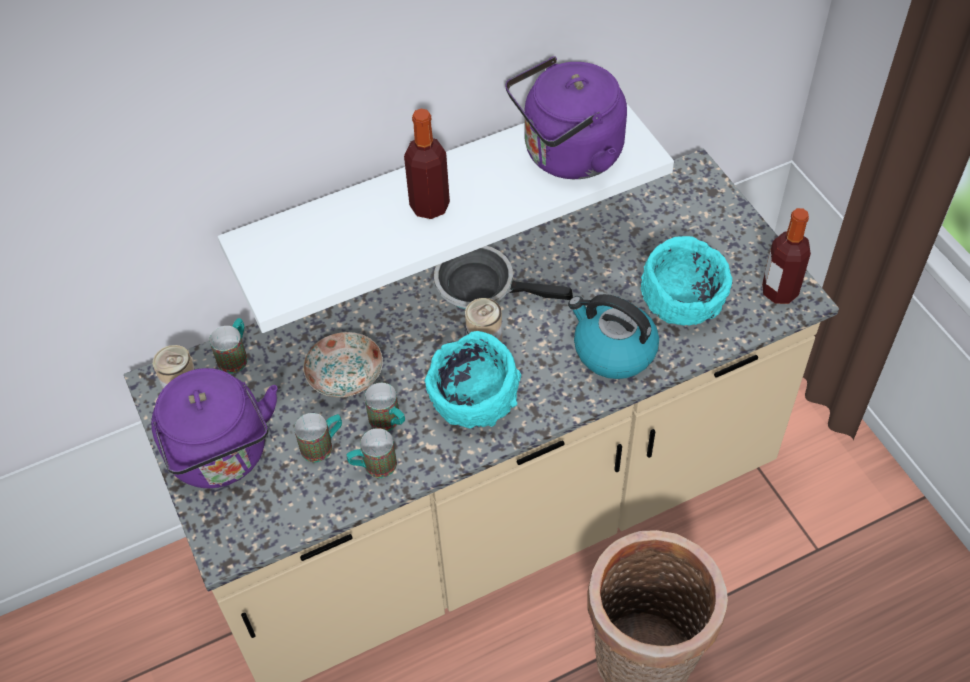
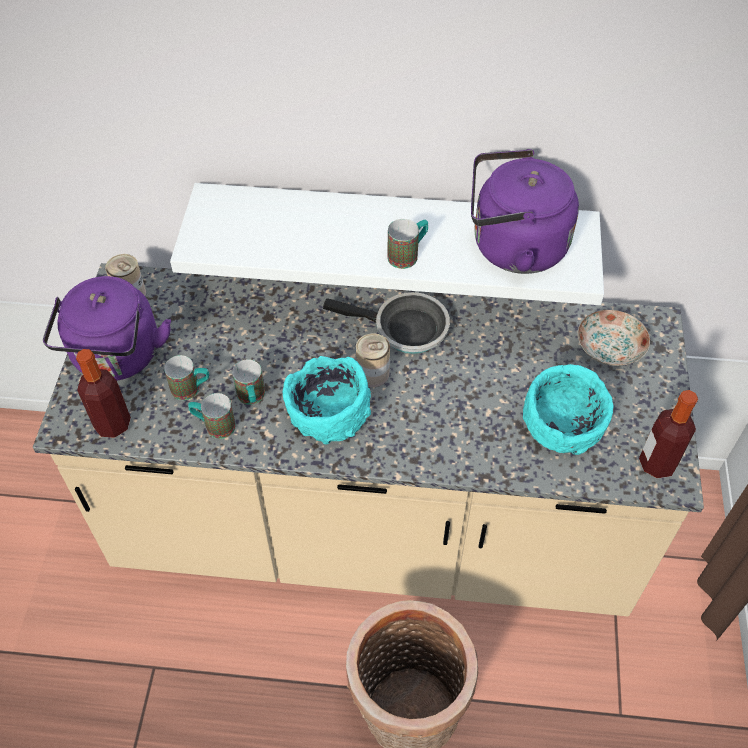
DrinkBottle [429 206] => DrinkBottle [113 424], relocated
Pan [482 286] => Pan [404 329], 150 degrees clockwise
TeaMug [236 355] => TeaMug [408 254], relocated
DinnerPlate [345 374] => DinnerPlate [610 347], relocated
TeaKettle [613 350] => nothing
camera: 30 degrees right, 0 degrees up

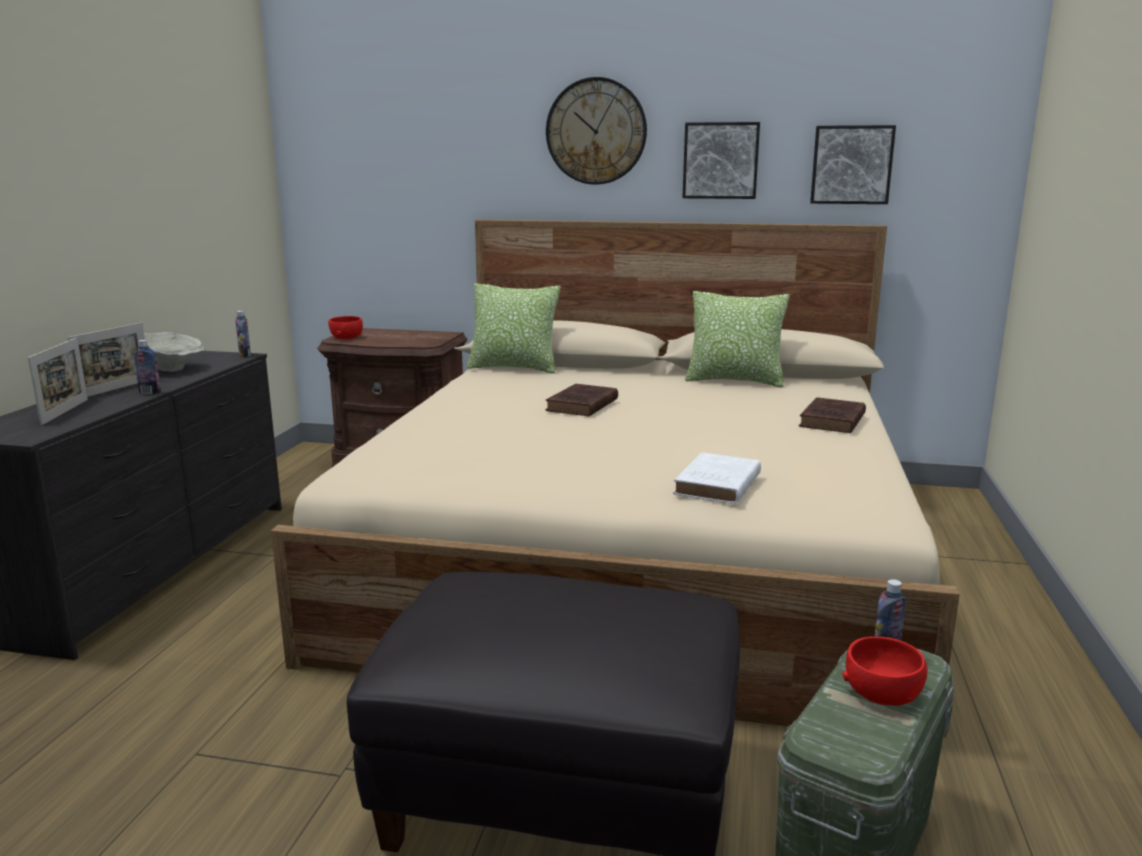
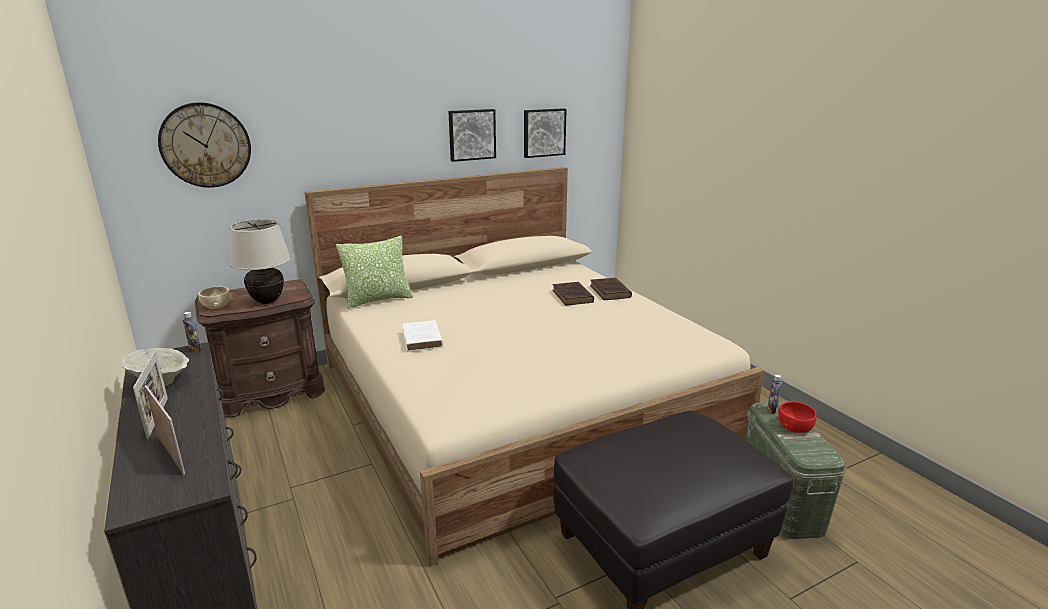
ClockOnTheWall [596 131] => ClockOnTheWall [205 145], relocated
ReddishServingBowl [346 337] => SandColouredServingBowl [216 306]
nothing => SandColouredTabletopLamp [267 301]
WhitishBook [717 485] => WhitishBook [422 339], relocated
BrownBook [581 405] => BrownBook [573 297], relocated
DrinkBottle [150 392] => nothing
Pillow [734 381] => nothing
camera: 40 degrees left, 5 degrees up

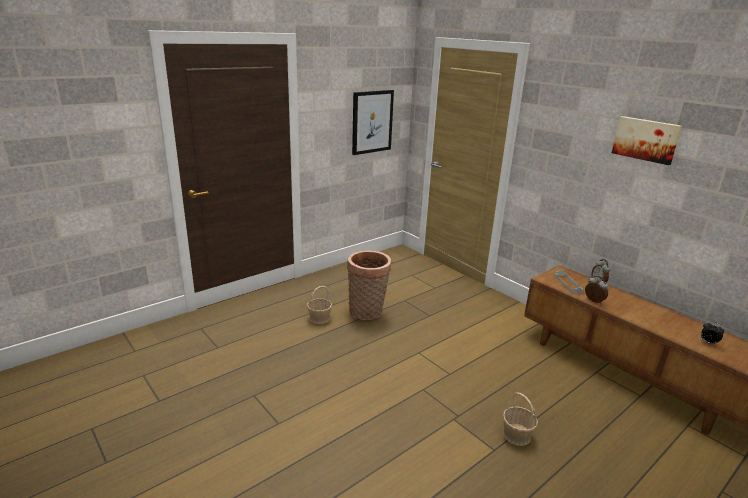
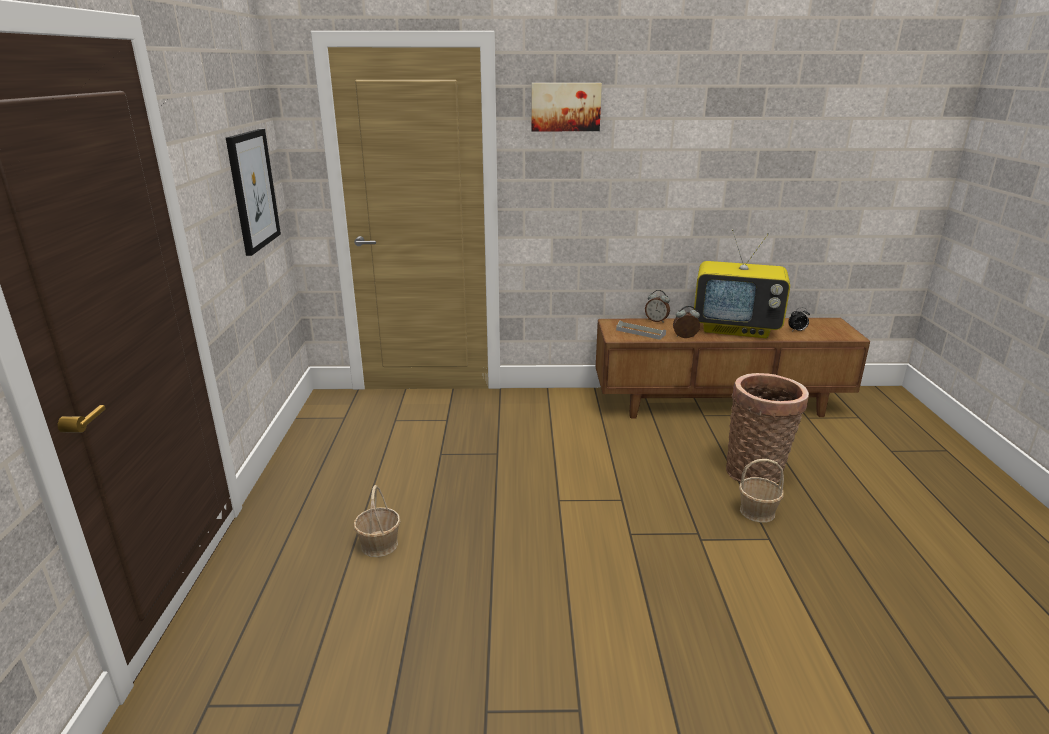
Picture [646 139] => Picture [565 107], relocated
nothing => Tv [736 328]
StorageBasket [367 312] => StorageBasket [756 471], relocated
camera: 50 degrees left, 0 degrees up

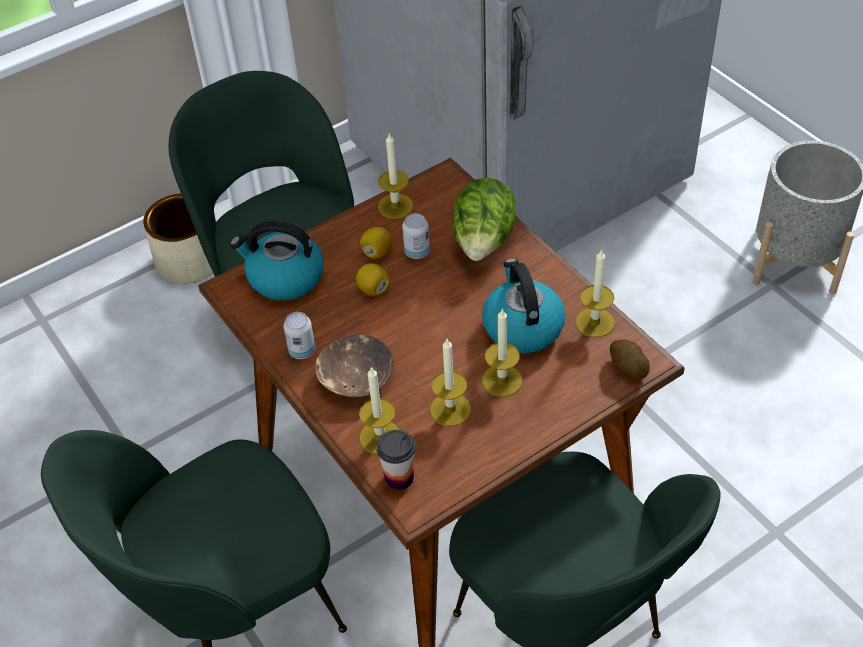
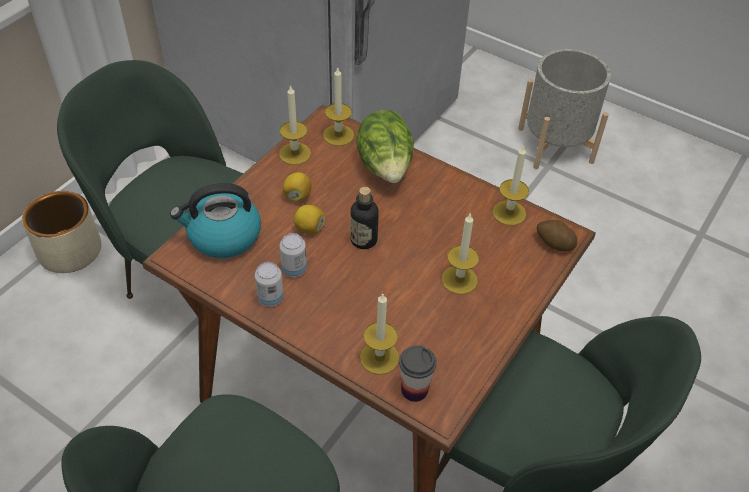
SealedCan [417 252] => SealedCan [294 269], relocated
WaxCandle [450 409] => WaxCandle [338 135], relocated
nothing => DrinkBottle [363 240]
BrownServingBowl [355 376] => nothing
TeaKettle [522 326] => nothing
camera: 25 degrees left, 0 degrees up

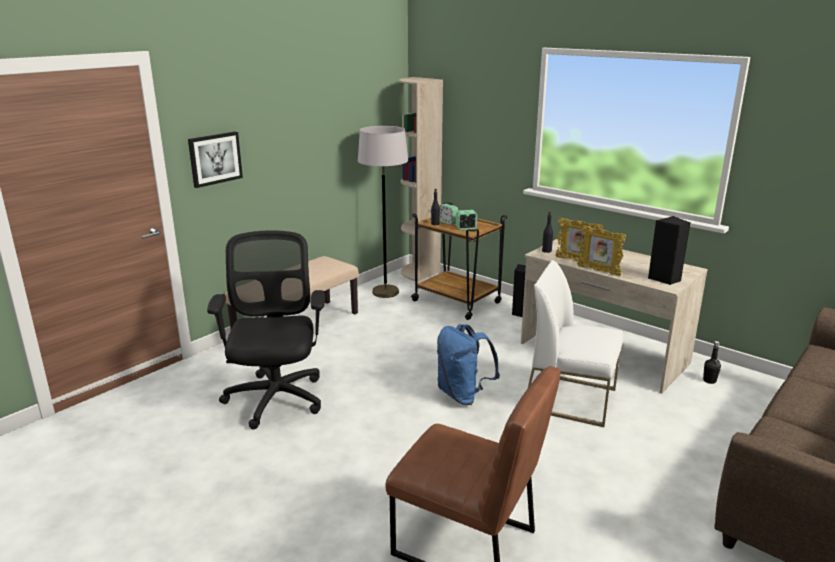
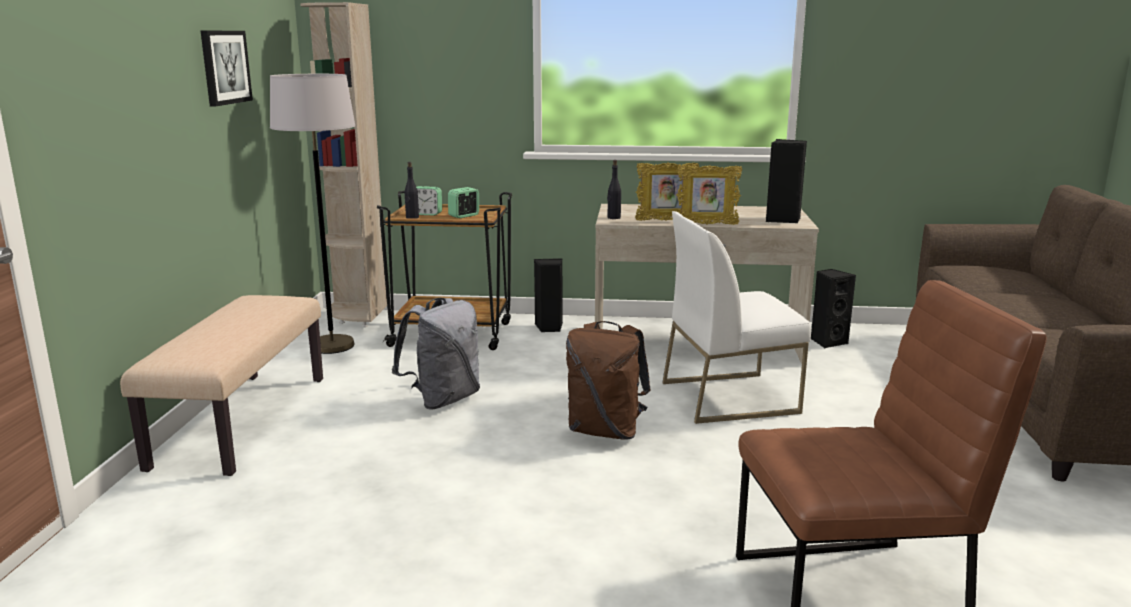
Picture [215 158] => Picture [224 67], relocated
nothing => GreyishRucksack [443 399]
BluishRucksack [463 395] => BrownRucksack [606 431]
BlackDrinkBottle [709 381] => BlackLoudspeaker [827 342]
BlackDeskChair [277 402] => nothing
camera: 35 degrees left, 5 degrees down

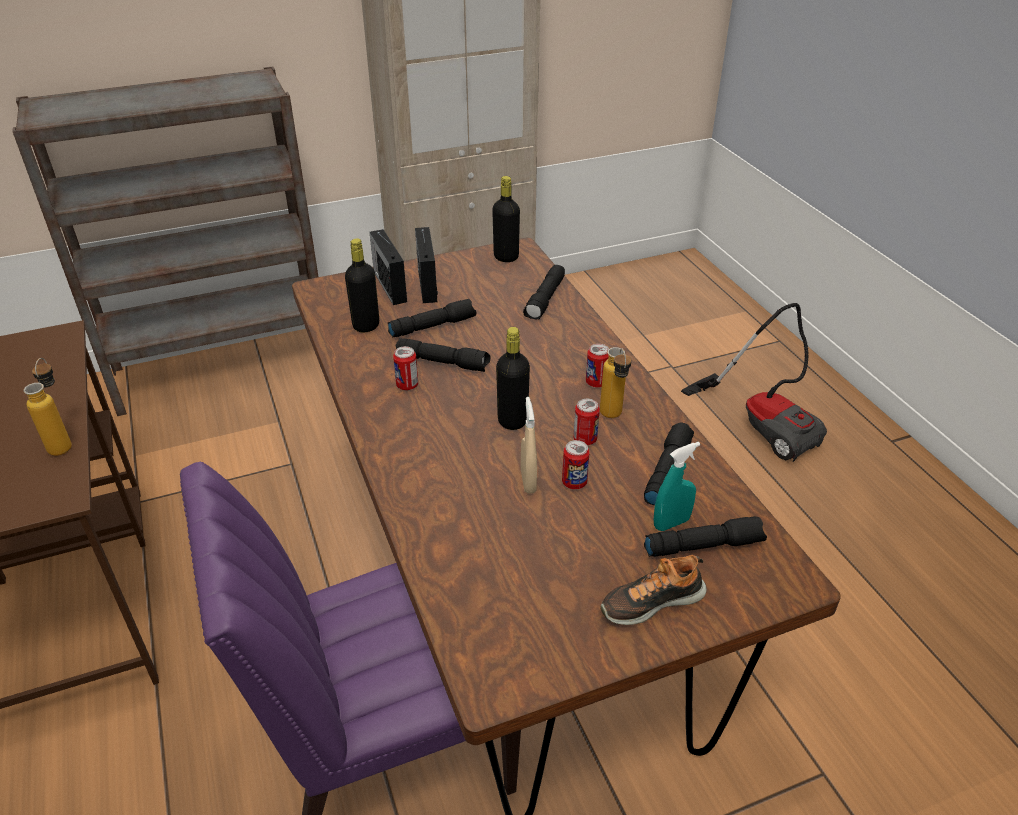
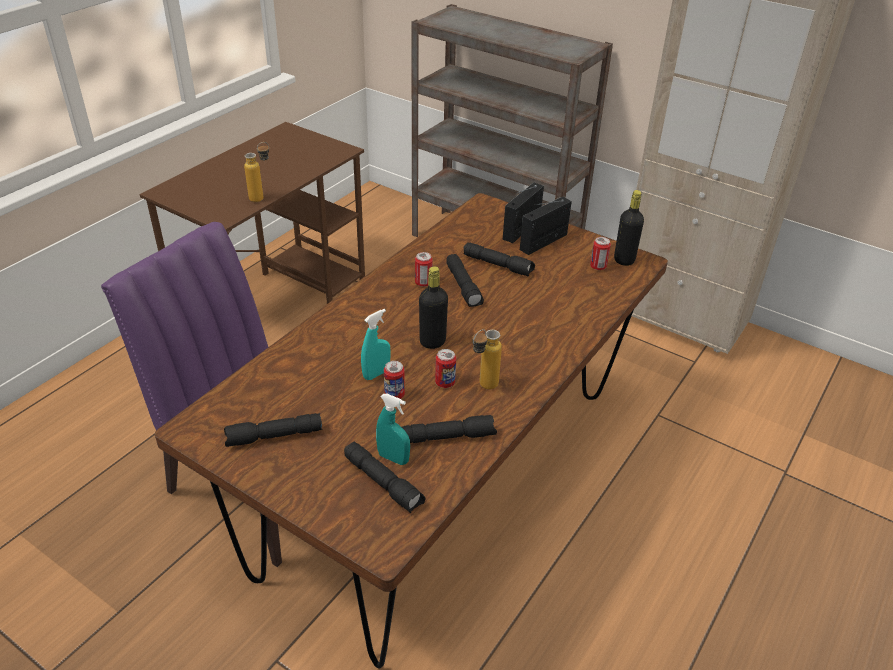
BlackHandTorch [546 300] => BlackHandTorch [273 437], relocated
SandColouredHandSprayer [528 482] => TurquoiseColouredHandSprayer [376 373]
SealedCan [596 382] => SealedCan [598 267], relocated
BlackDrinkBottle [366 325] => nothing
Shoe [651 601] => nothing
VacuumCleaner [764 423] => nothing
camera: 55 degrees right, 0 degrees up

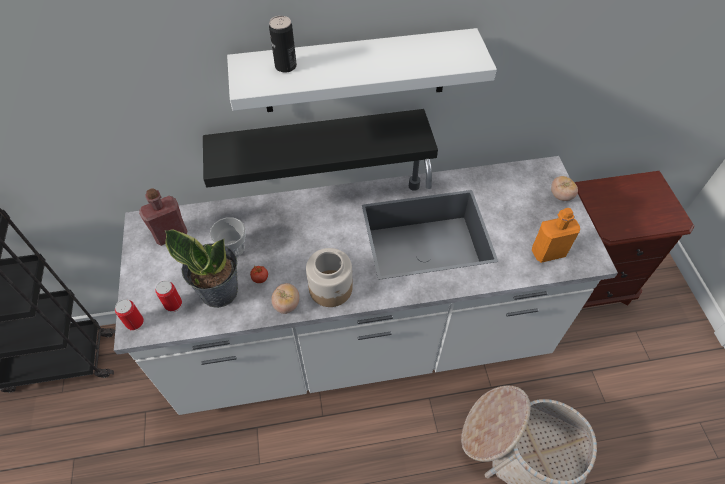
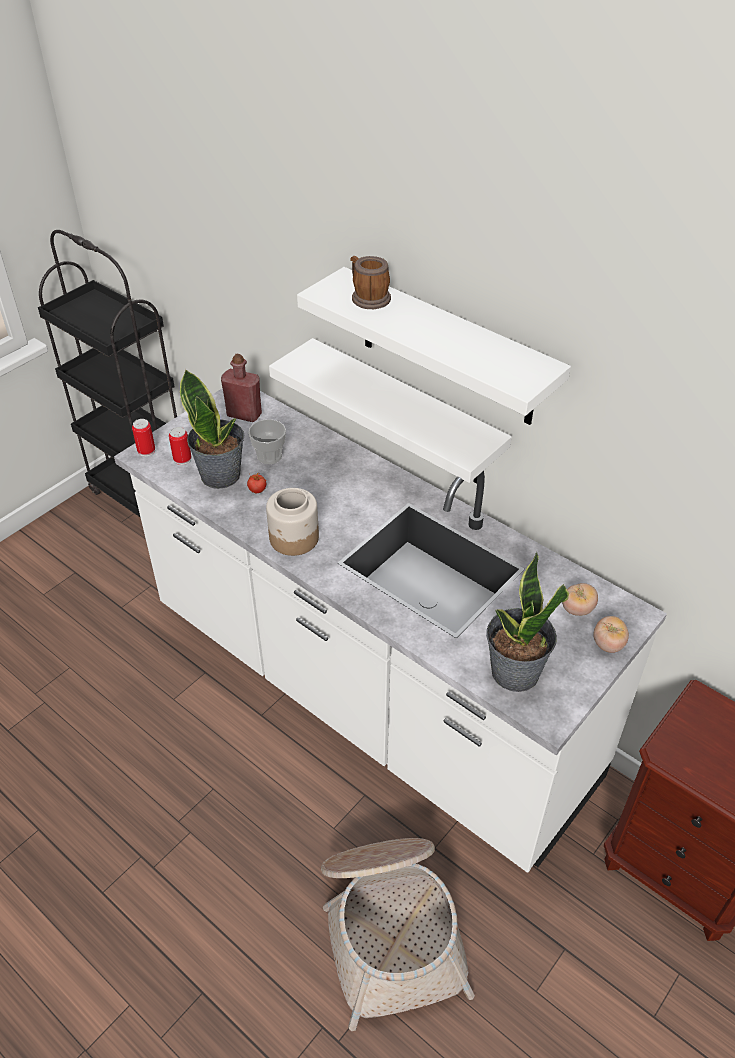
BlackShelf [317 145] => WhitishShelf [405 414]
SealedCan [285 66] => TeaMug [368 297]
OrangeDrinkBottle [548 252] => PlantInAPot [514 672]
WholeTomato [286 304] => WholeTomato [577 609], relocated
camera: 50 degrees right, 10 degrees down

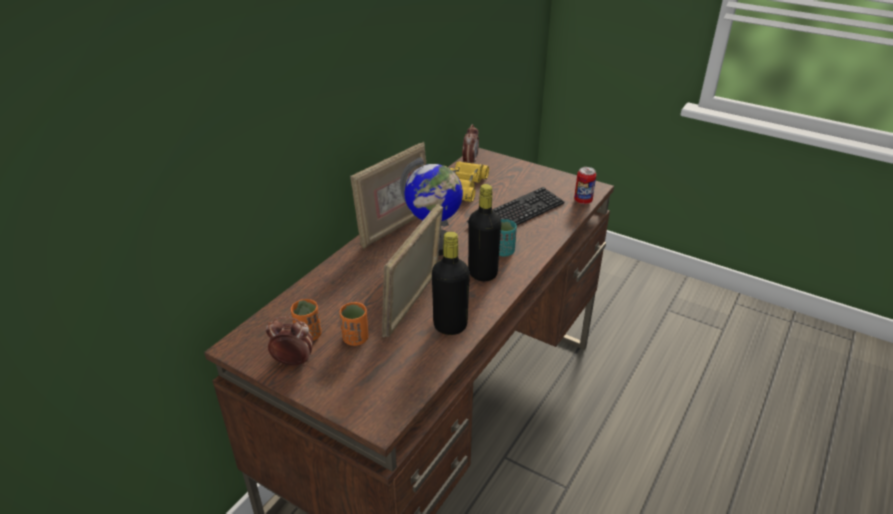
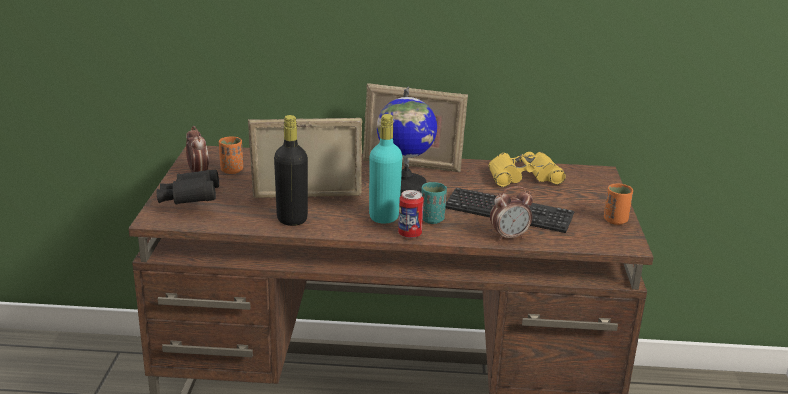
nothing => BlackFieldGlasses [190 201]
BlackDrinkBottle [482 273] => TurquoiseColouredDrinkBottle [384 217]
SealedCan [583 201] => SealedCan [410 234], relocated
AlarmClock [470 162] => AlarmClock [509 237], relocated
OrangeSmallCup [355 339] => OrangeSmallCup [615 220], relocated
camera: 60 degrees right, 10 degrees down

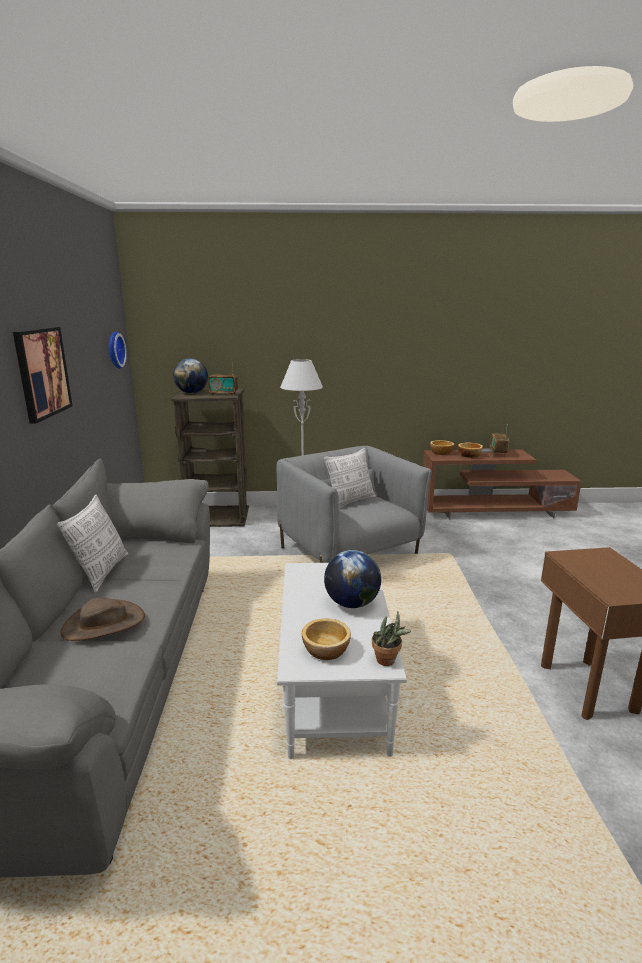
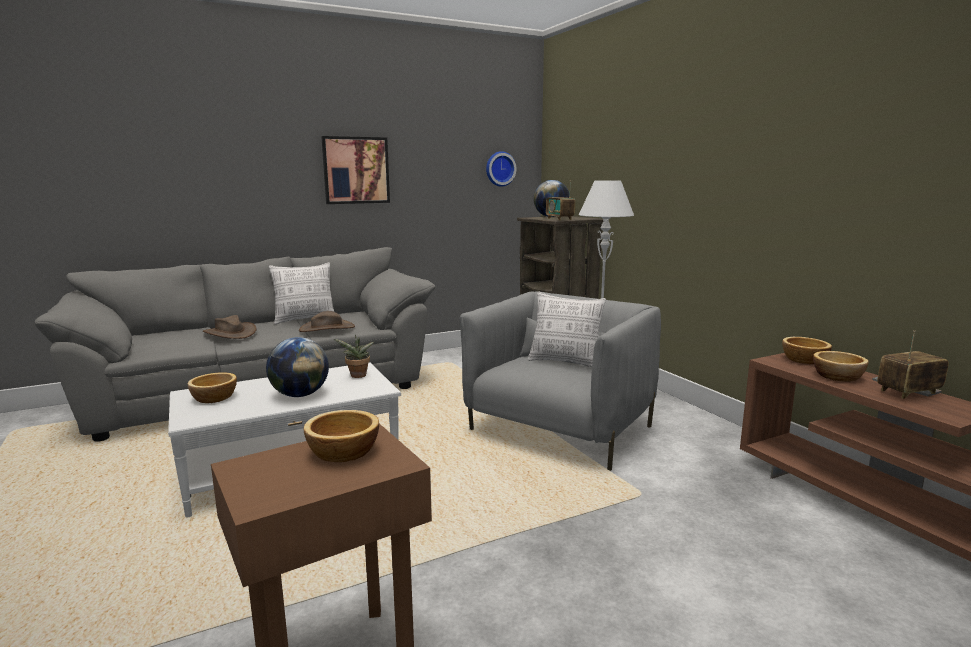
nothing => BrownHat [327 328]
nothing => ServingBowl [342 452]
PlantInAPot [388 661] => PlantInAPot [357 376], relocated
camera: 65 degrees right, 5 degrees down

